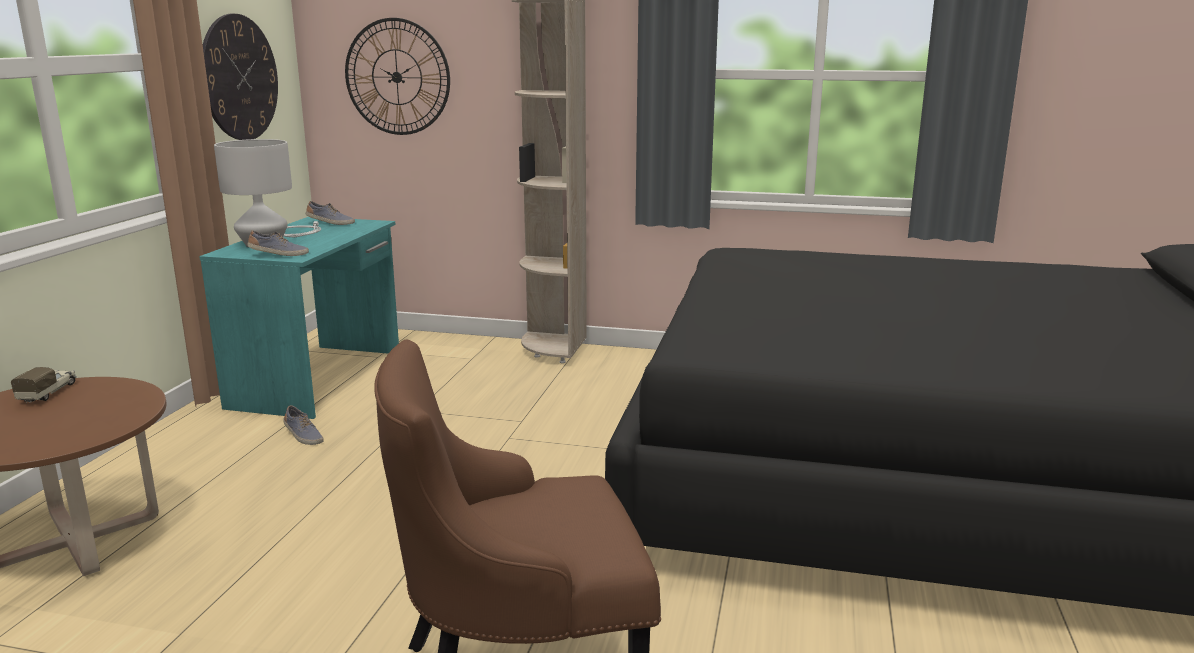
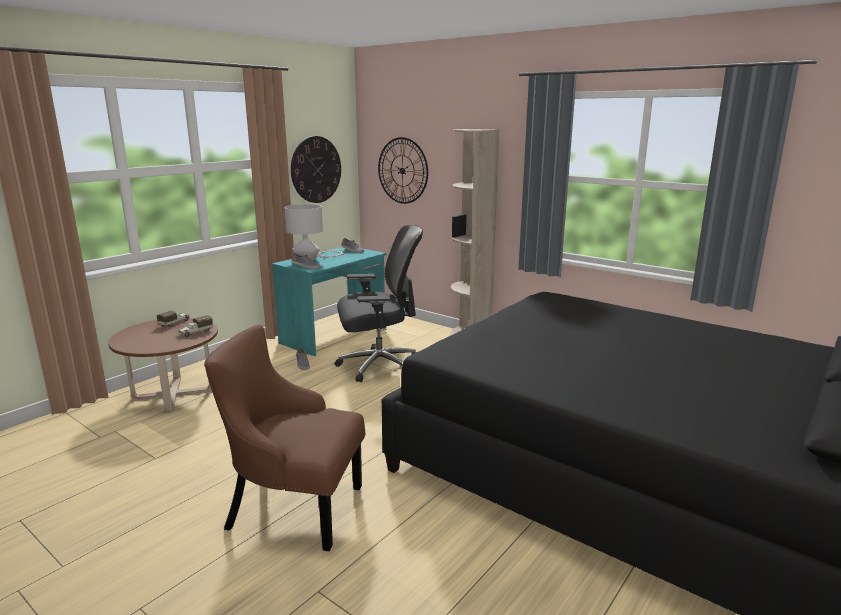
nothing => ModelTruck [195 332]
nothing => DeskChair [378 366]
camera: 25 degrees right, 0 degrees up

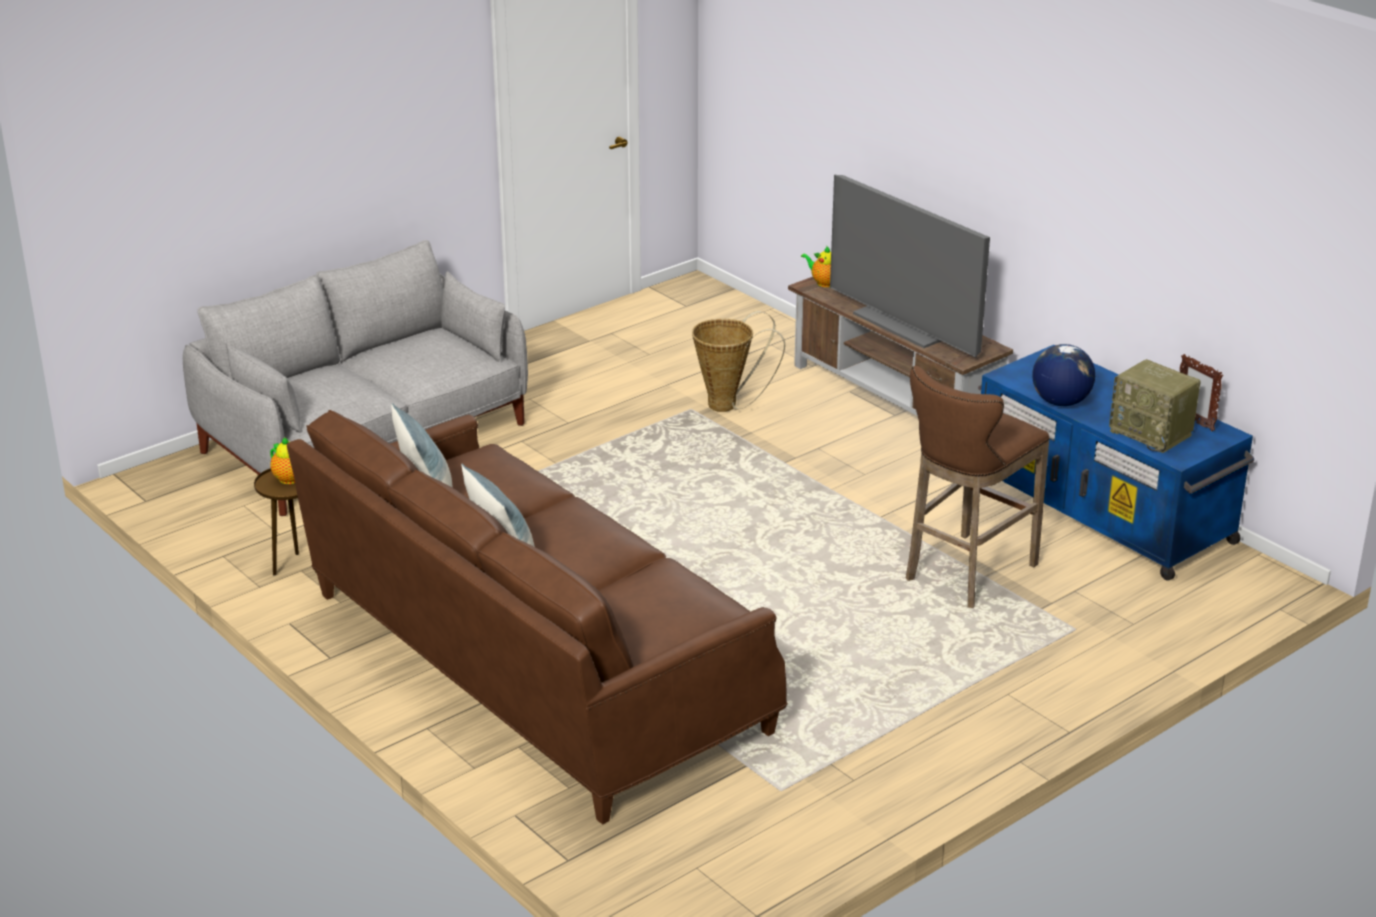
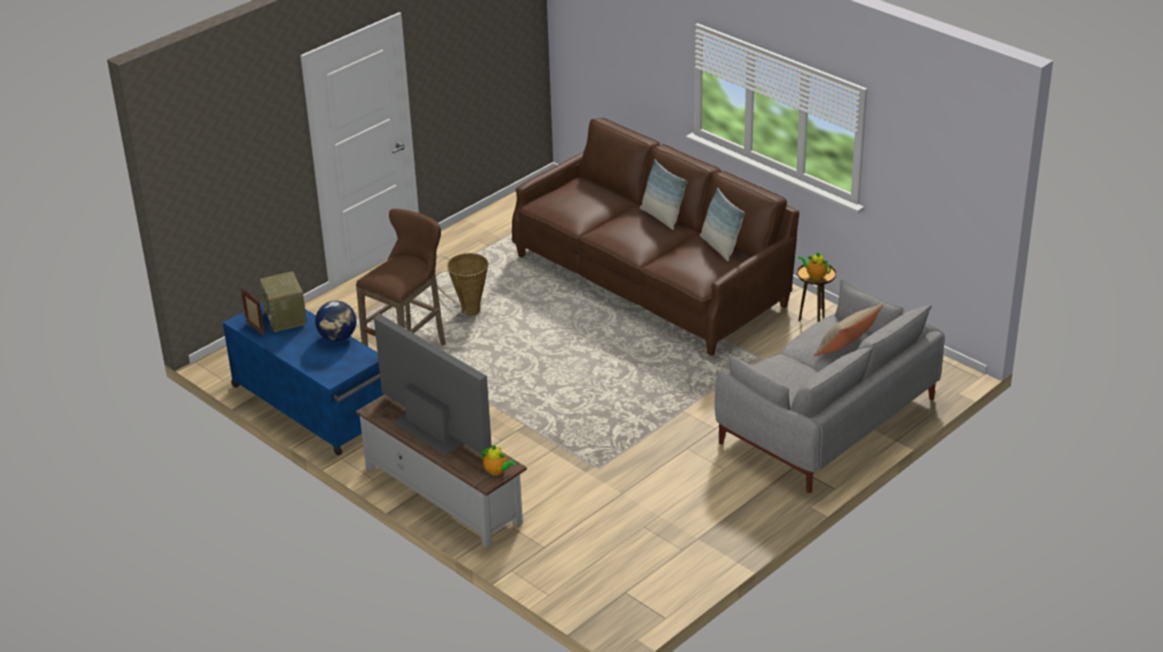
RadioReceiver [1152 433] => RadioReceiver [286 318], 150 degrees counterclockwise
StorageBasket [729 405] => StorageBasket [465 311], relocated
nothing => SandColouredPillow [846 350]
camera: 175 degrees right, 5 degrees up

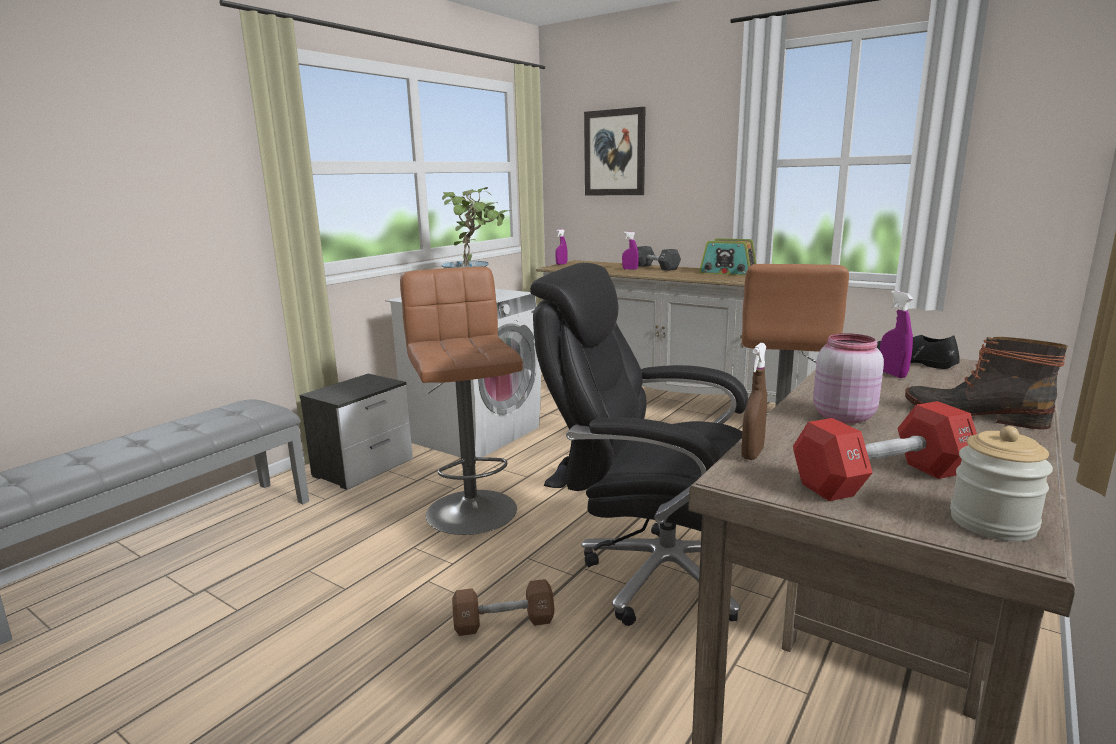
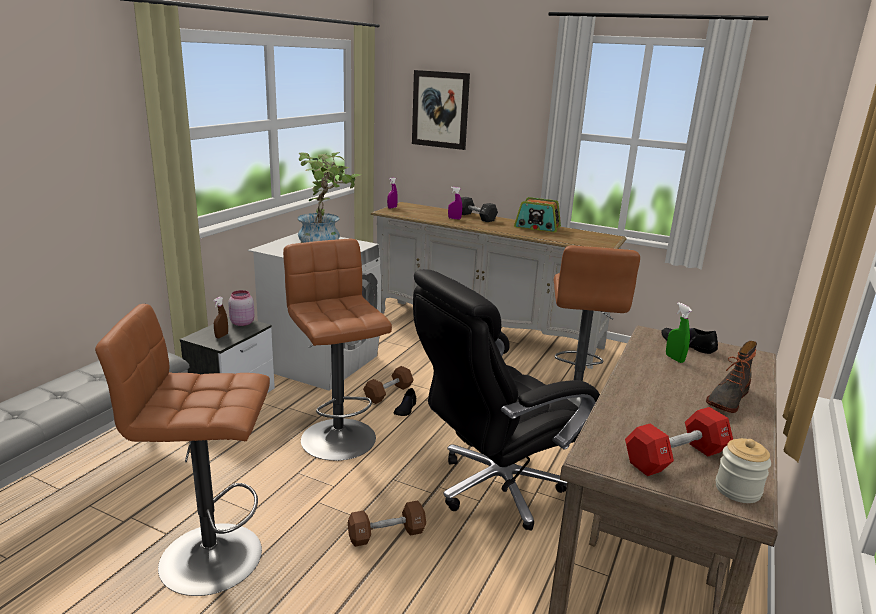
nothing => BrownStool [210 557]
BrownHandSprayer [752 454] => BrownHandSprayer [221 336], relocated
PinkishPreserveJar [841 416] => PinkishPreserveJar [242 323], relocated
nothing => BrownDumbbell [388 393]
BlackDeskChair [655 575] => BlackDeskChair [493 490], 45 degrees counterclockwise
PurpleColouredHandSprayer [892 374] => GreenColouredHandSprayer [674 358]
TallBoot [974 414] => TallBoot [727 399], 75 degrees counterclockwise
camera: 10 degrees left, 5 degrees up

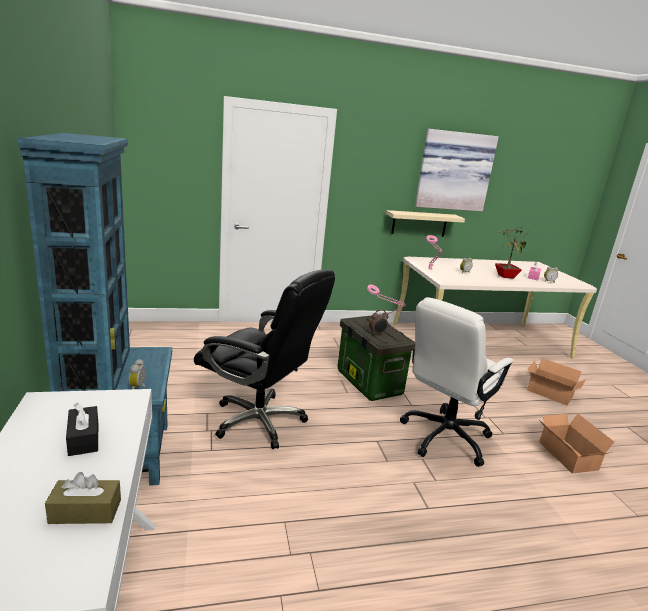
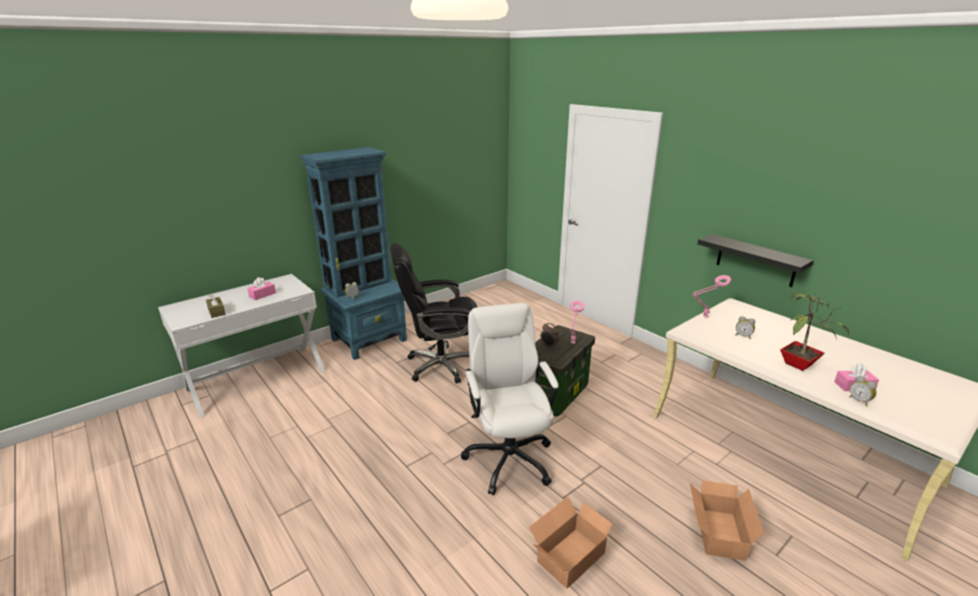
BlackTissueHolder [84 439] => PinkishTissueHolder [262 295]
BlackDeskChair [257 420] => BlackDeskChair [443 365], 75 degrees clockwise
WhitishDeskChair [443 439] => WhitishDeskChair [508 457], 60 degrees clockwise
SandColouredShelf [419 223] => BlackShelf [756 260]
Picture [454 171] => nothing
camera: 65 degrees right, 5 degrees up

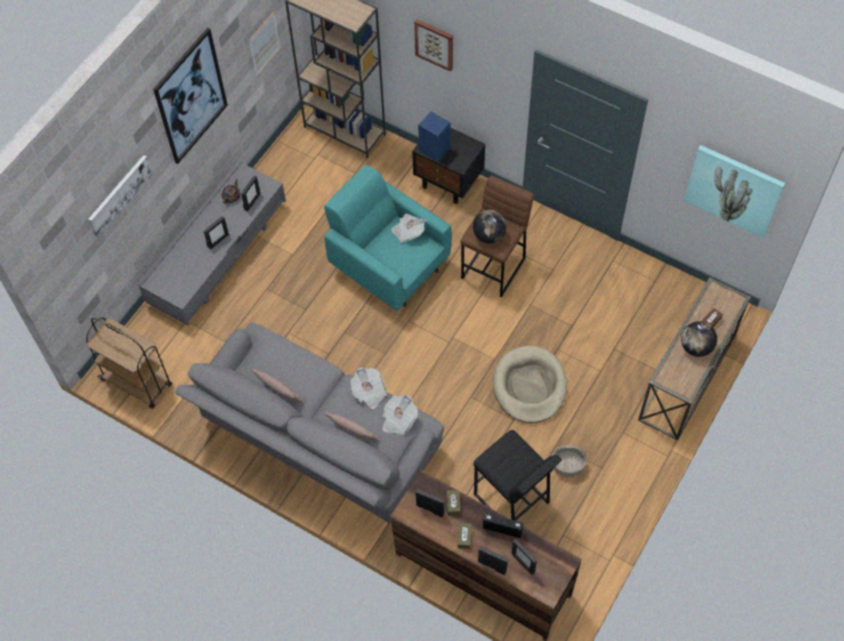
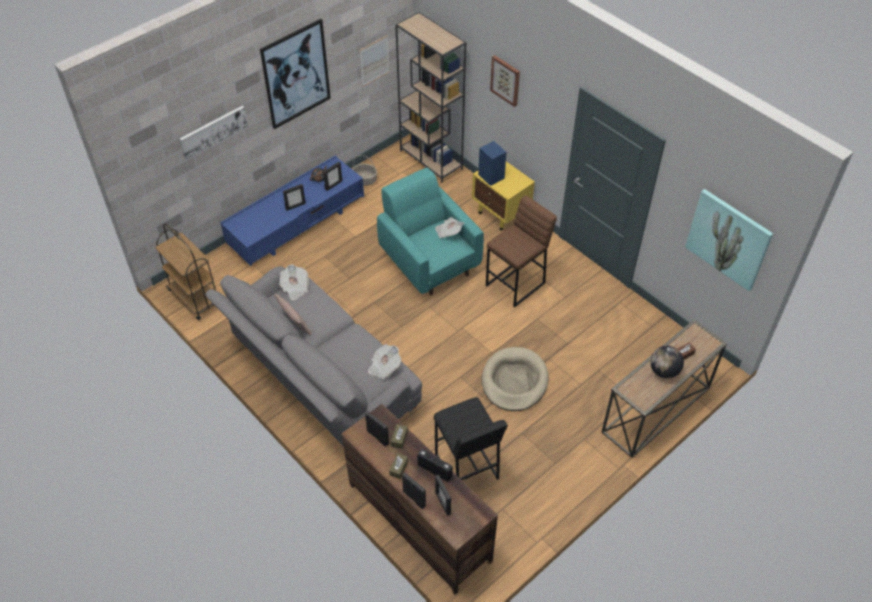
GreyishTvUnit [217 254] => BluishTvUnit [296 223]
DailyPaper [369 392] => DailyPaper [295 288], relocated
StorageBasket [567 466] => StorageBasket [364 180], relocated
BlackNightTable [449 183] => YellowNightTable [501 214]
SandColouredPillow [353 433] => nothing
WorldGlobe [489 235] => nothing
camera: 15 degrees right, 10 degrees down

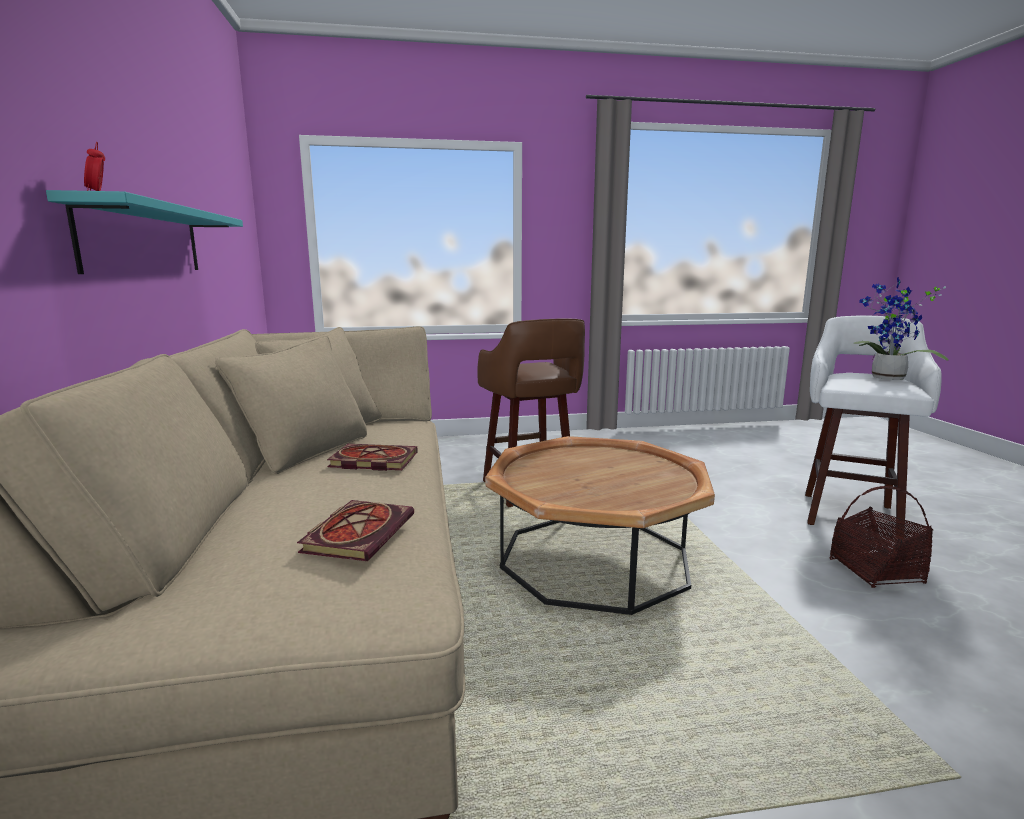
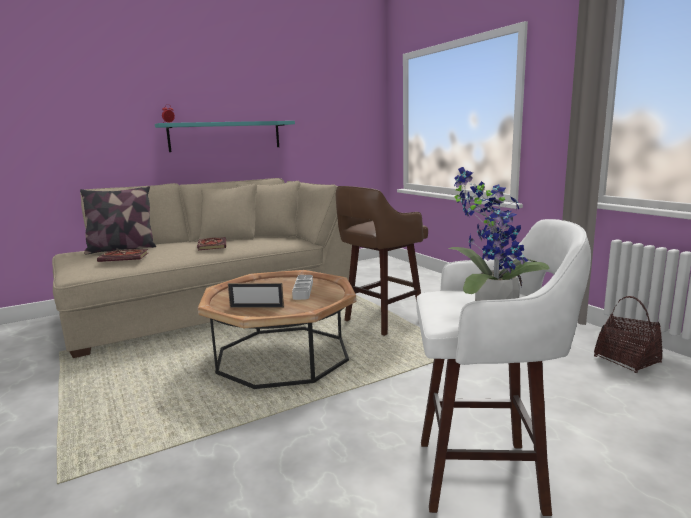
nothing => Pillow [122 249]
nothing => PhotoFrame [256 307]
nothing => GreyishServingTray [303 290]
StorageBasket [876 571] => StorageBasket [627 360], relocated
camera: 70 degrees right, 0 degrees up

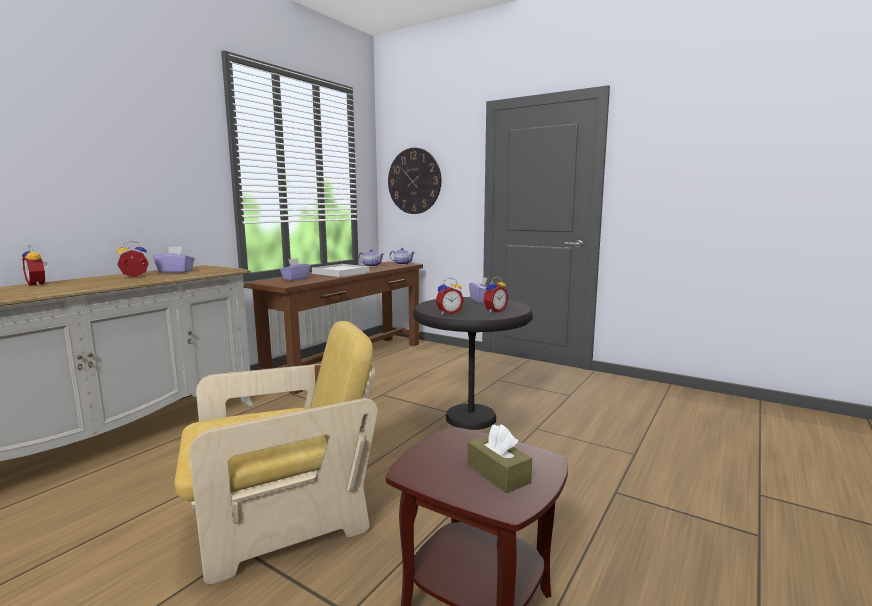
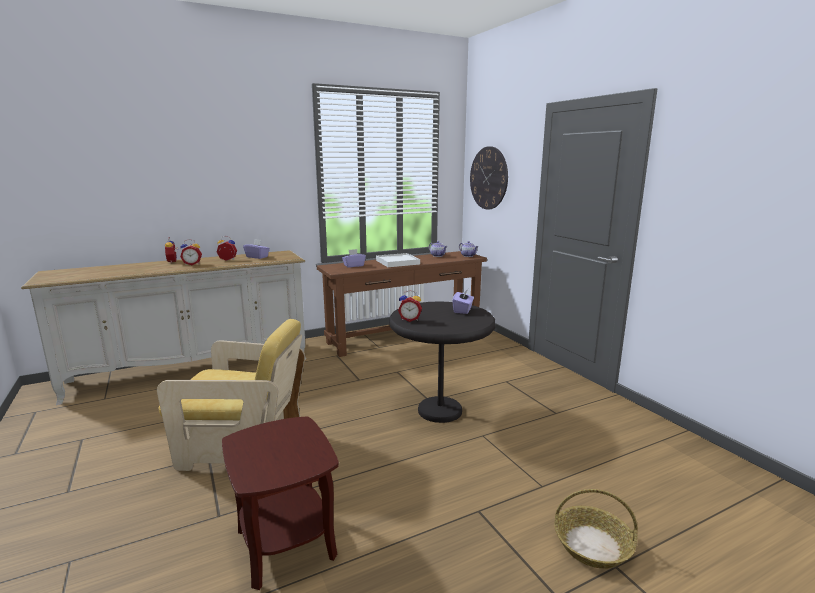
AlarmClock [494 311] => AlarmClock [192 264], relocated
nothing => StorageBasket [592 545]
BrownTissueHolder [498 474] => nothing
camera: 30 degrees right, 5 degrees up

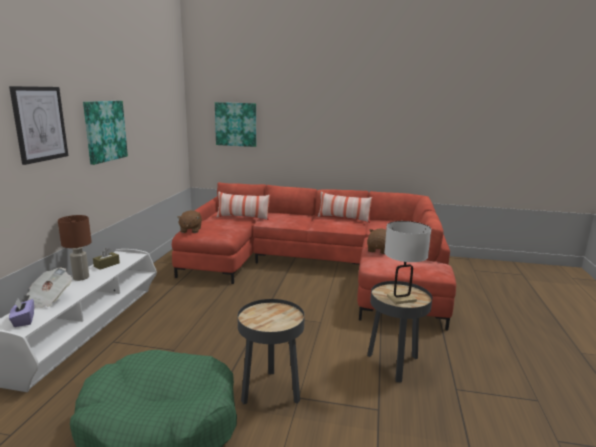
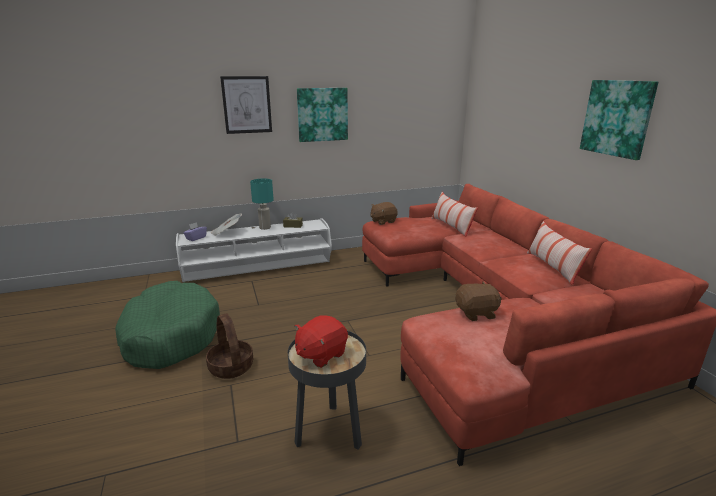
BlackAccentTable [271 391] => StorageBasket [231 367]
BrownTabletopLamp [81 278] => TurquoiseColouredTabletopLamp [265 228]
WhitishTabletopLamp [401 298] => ReddishSoftToy [320 354]
Picture [236 124] => Picture [617 118], relocated
camera: 60 degrees right, 5 degrees up

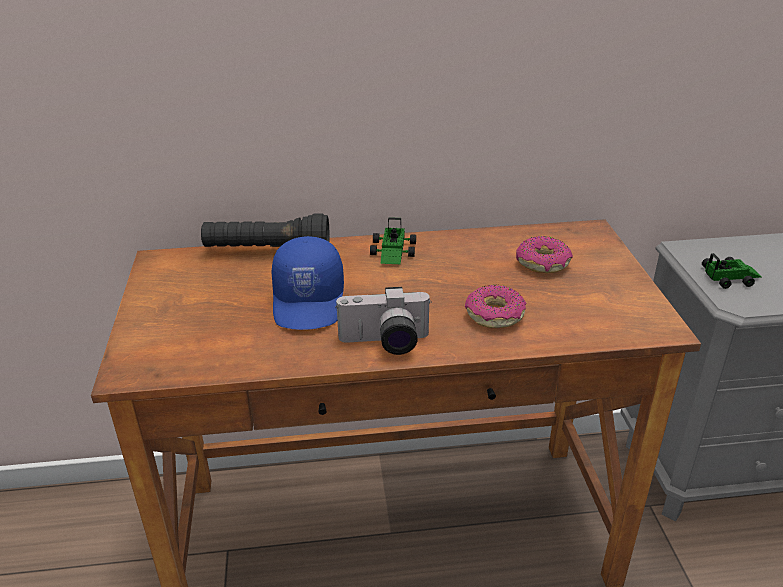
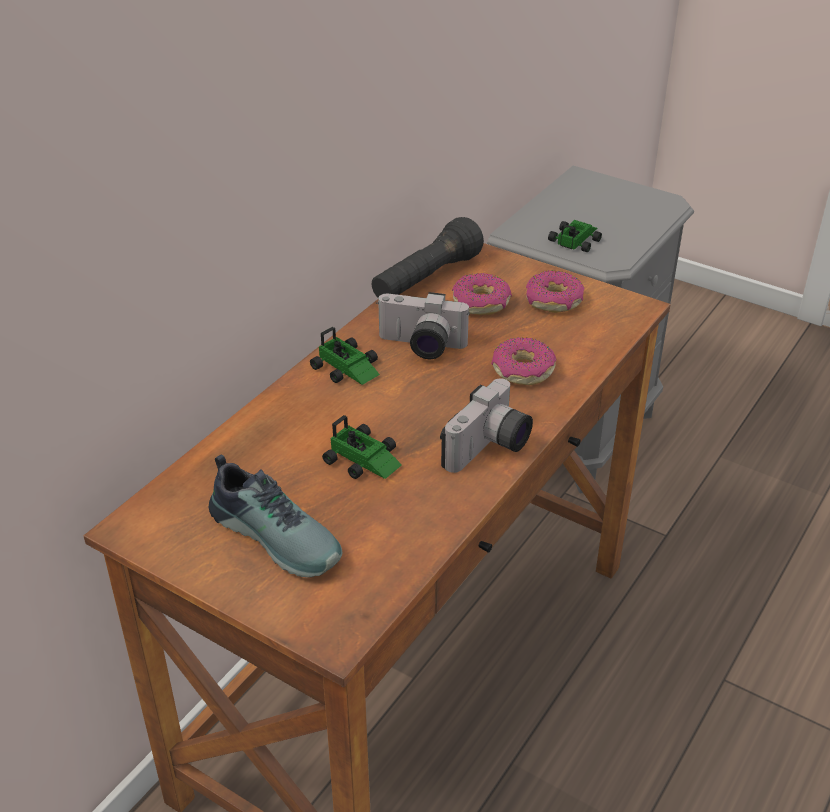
nothing => Shoe [278 534]
BluishCap [310 301] => ModelCar [366 459]
BlackHandTorch [267 251] => BlackHandTorch [426 280], relocated
nothing => PhotoCamera [420 347]
nothing => Donut [554 301]
camera: 50 degrees left, 5 degrees up

